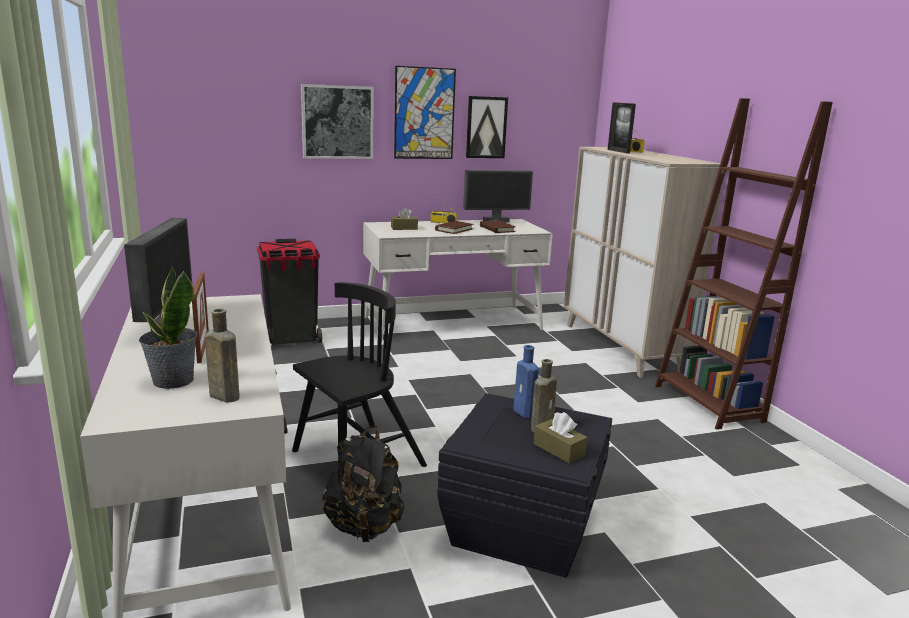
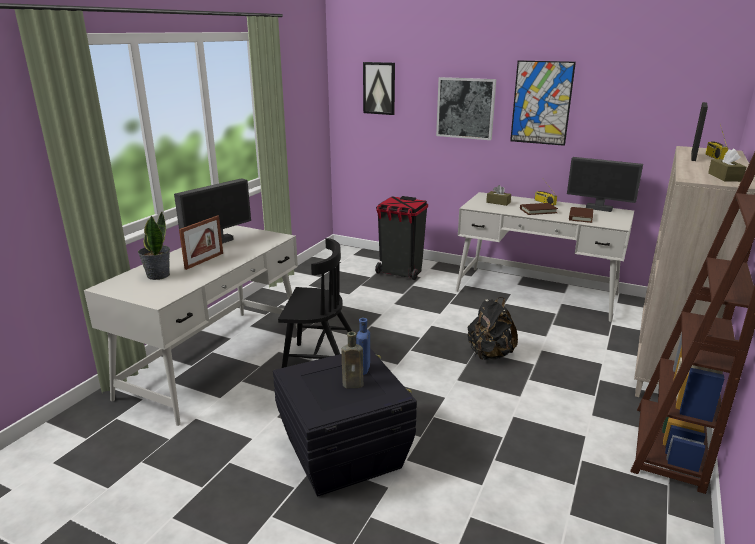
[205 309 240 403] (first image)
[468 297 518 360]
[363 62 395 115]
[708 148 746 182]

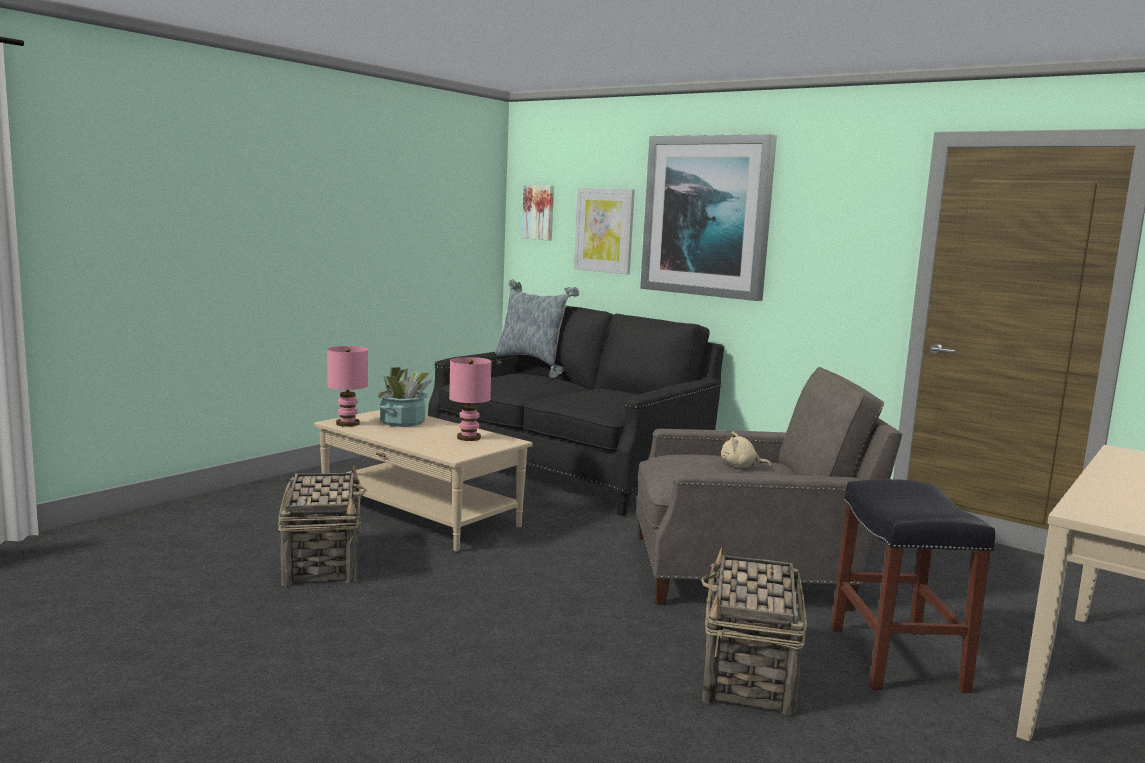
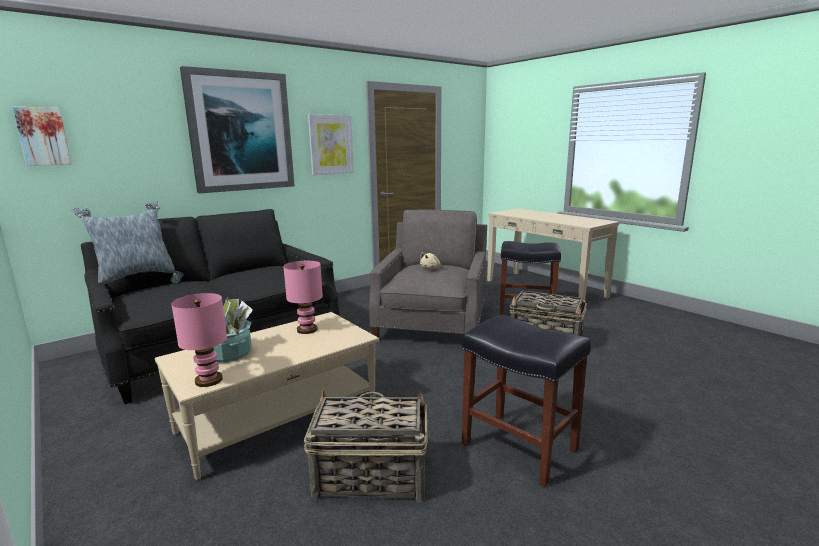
[308 114 354 175]
[462 315 591 487]

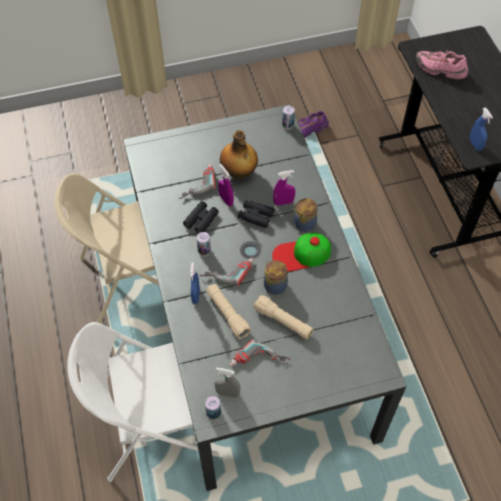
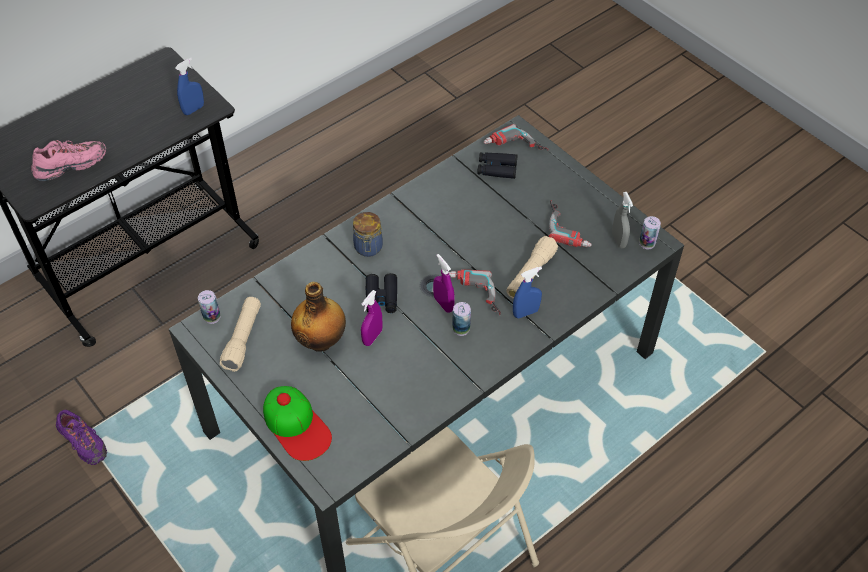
[67 322 218 482] (first image)
[483 124 549 151]
[477 152 518 179]
[220 297 261 372]
[264 260 288 295] (first image)
[263 386 332 461]
[433 254 455 313]
[31 140 106 181]

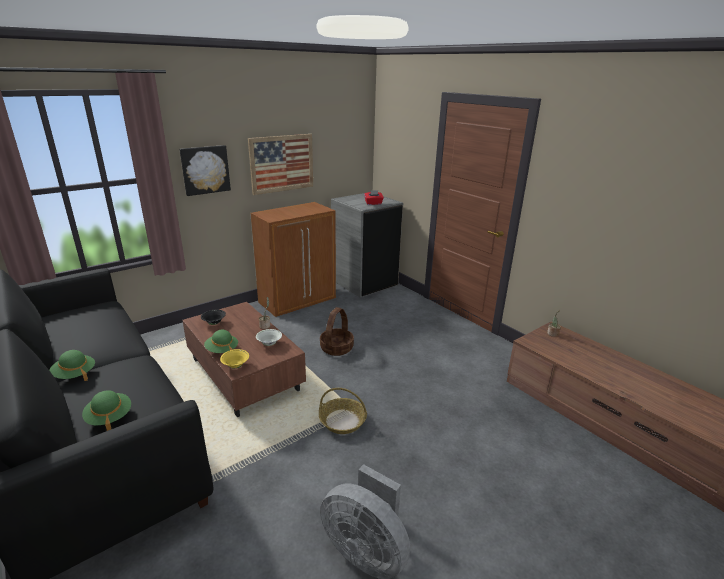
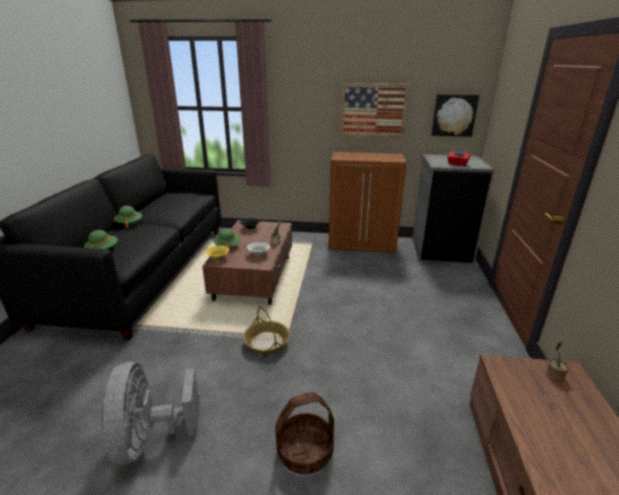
[431 94 479 137]
[275 392 334 474]

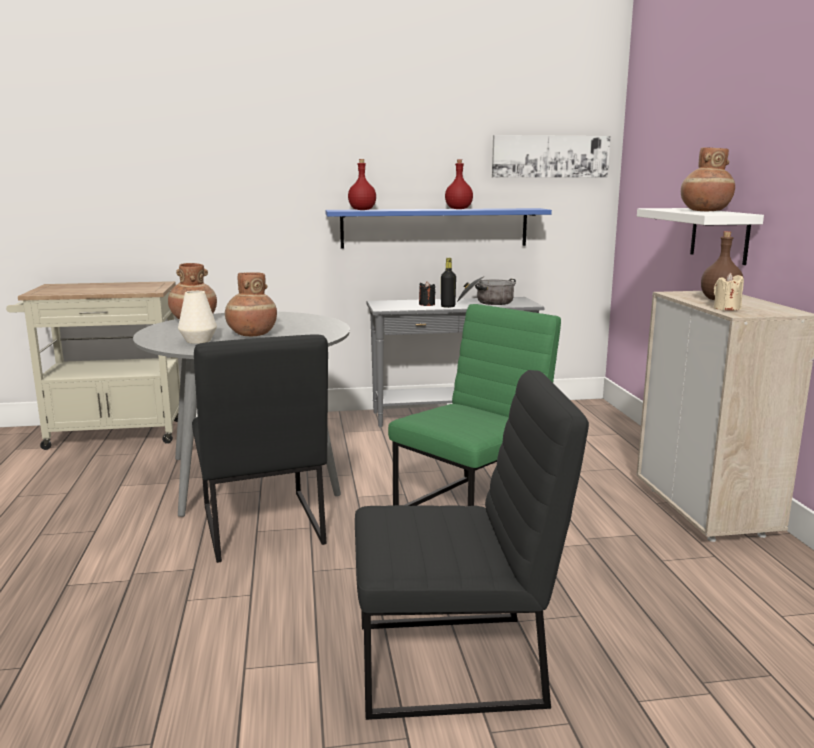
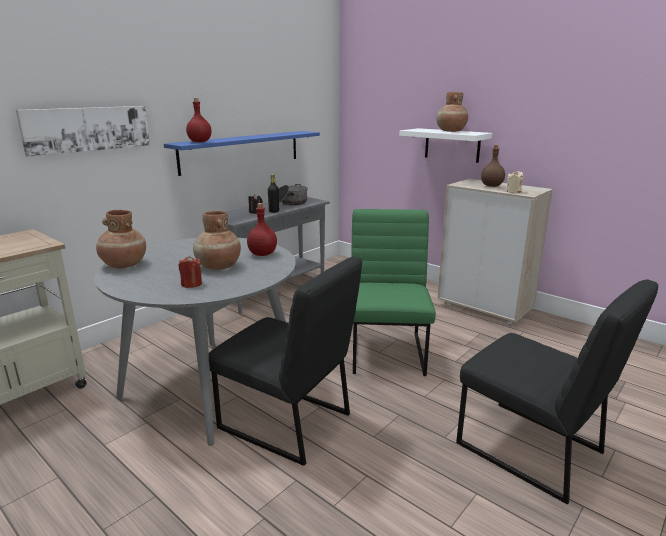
[179 256 202 288]
[456 279 658 504]
[247 203 277 256]
[16 106 150 157]

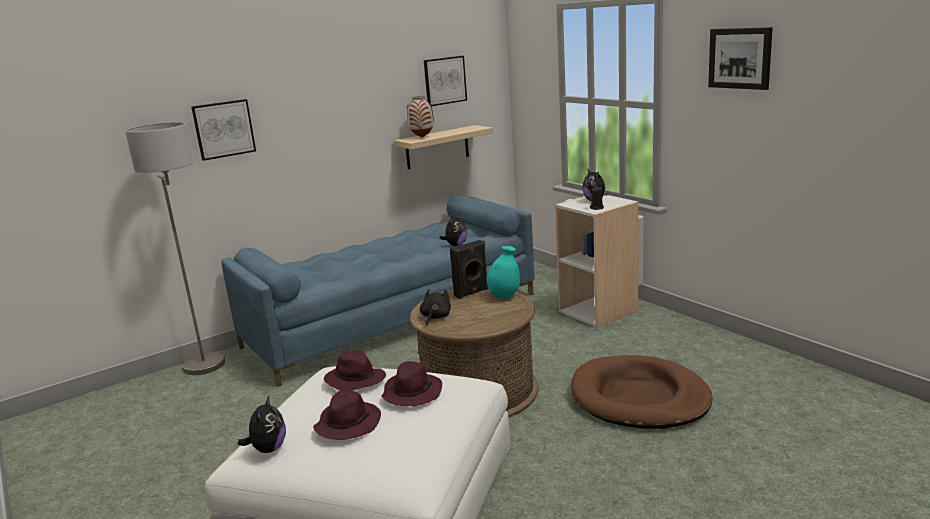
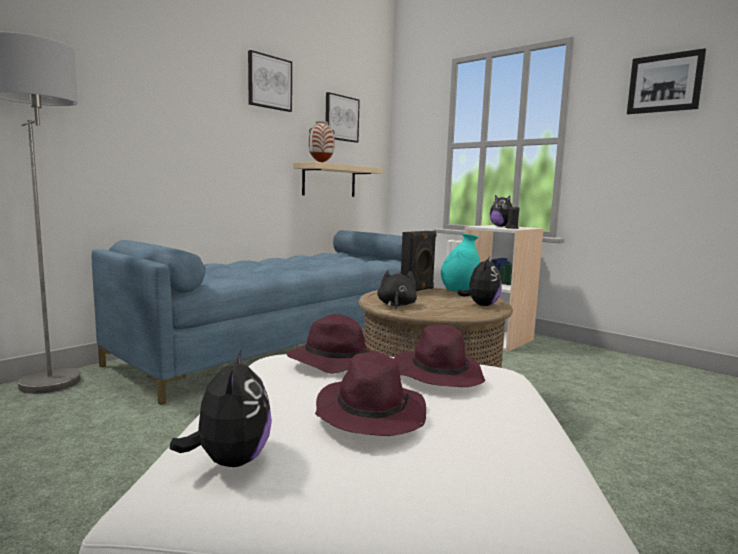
[248 50 292 112]
[457 256 502 306]
[571 355 712 429] (first image)

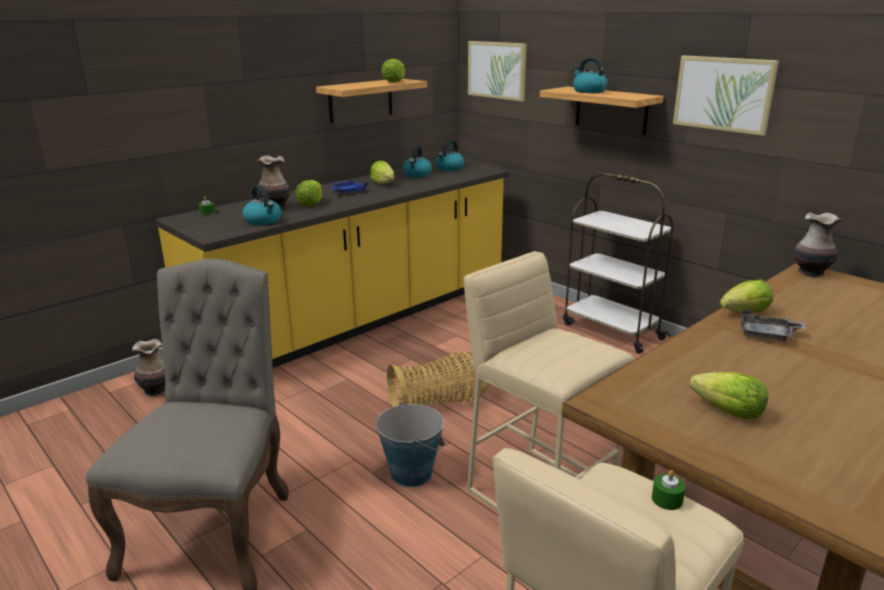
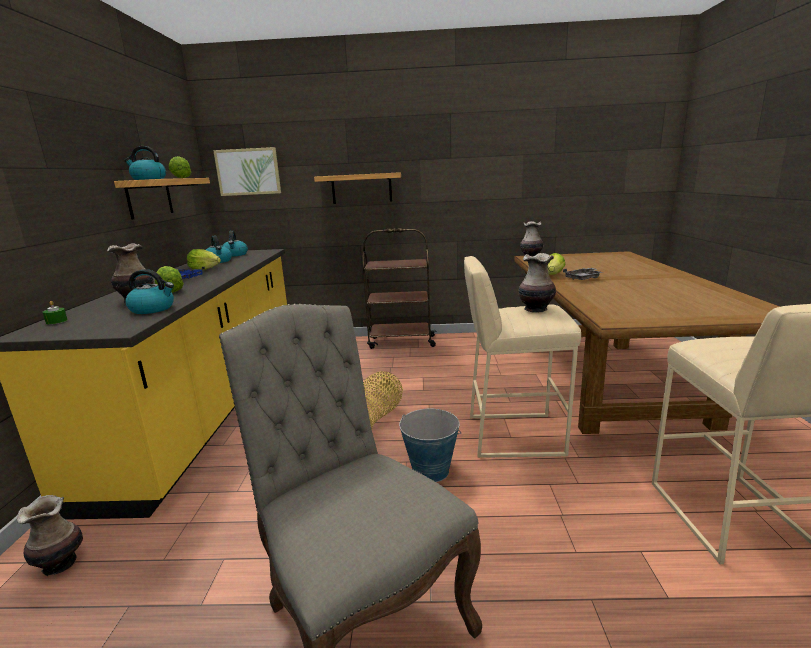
[363 228 437 349]
[124 146 166 180]
[652 470 686 510] (first image)
[673 56 779 136] (first image)
[690 372 768 420] (first image)
[518 253 556 313]

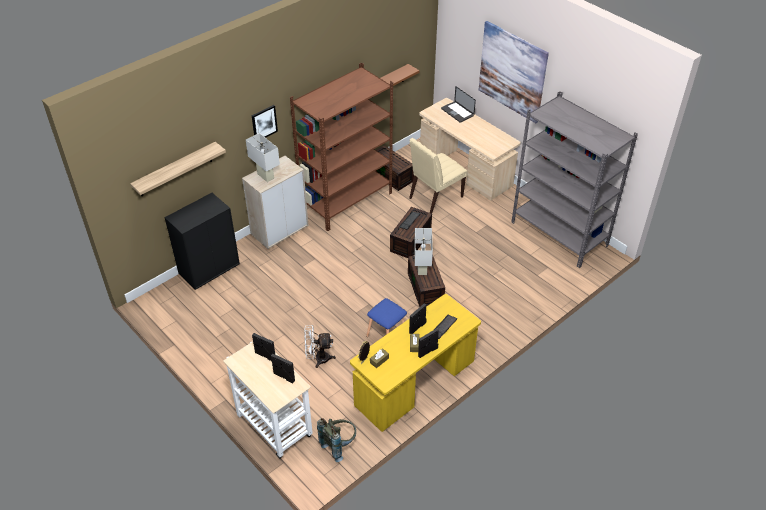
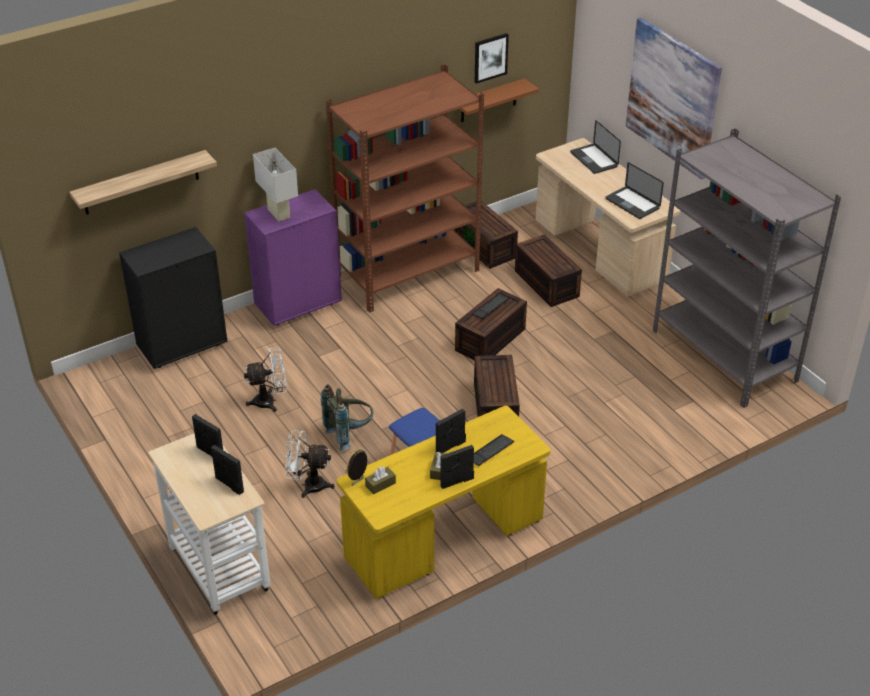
[244 189 342 326]
[475 33 509 84]
[321 385 373 451]
[515 235 582 307]
[414 228 433 275] (first image)
[244 347 287 412]
[605 162 664 219]

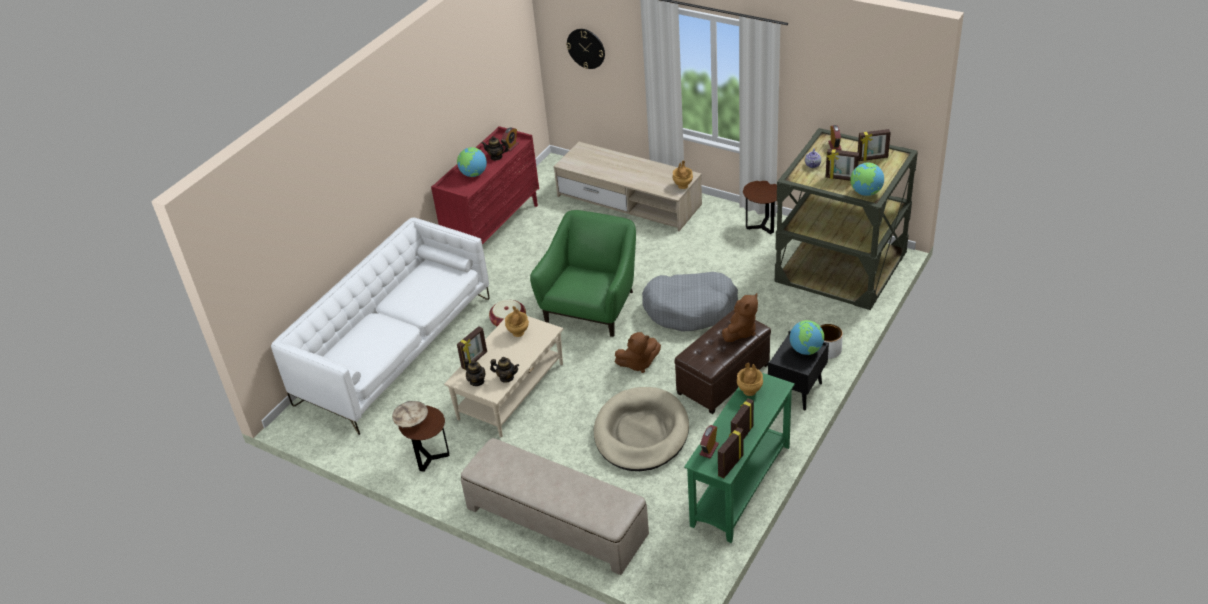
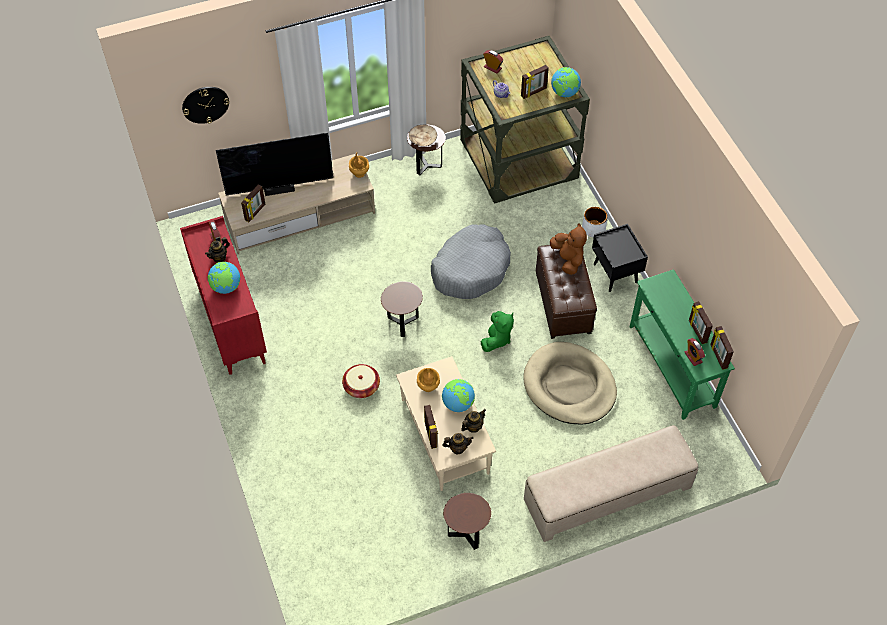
[271 218 489 435] (first image)
[409 125 437 146]
[381 282 423 337]
[481 311 514 352]
[737 363 763 396] (first image)
[442 379 475 412]
[241 184 265 222]
[216 132 333 196]

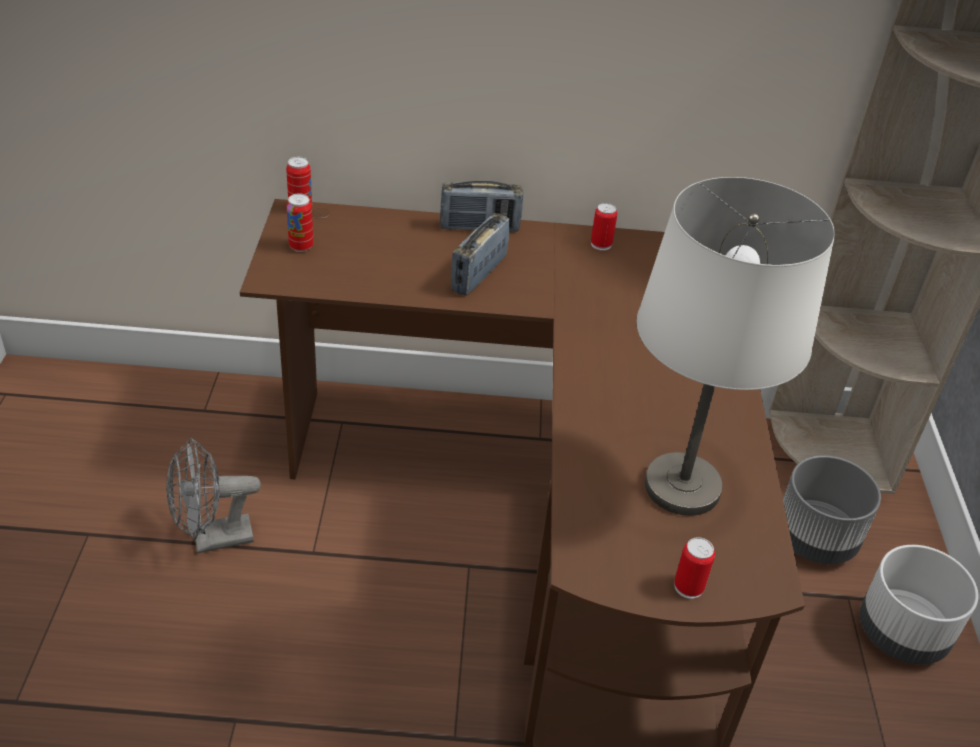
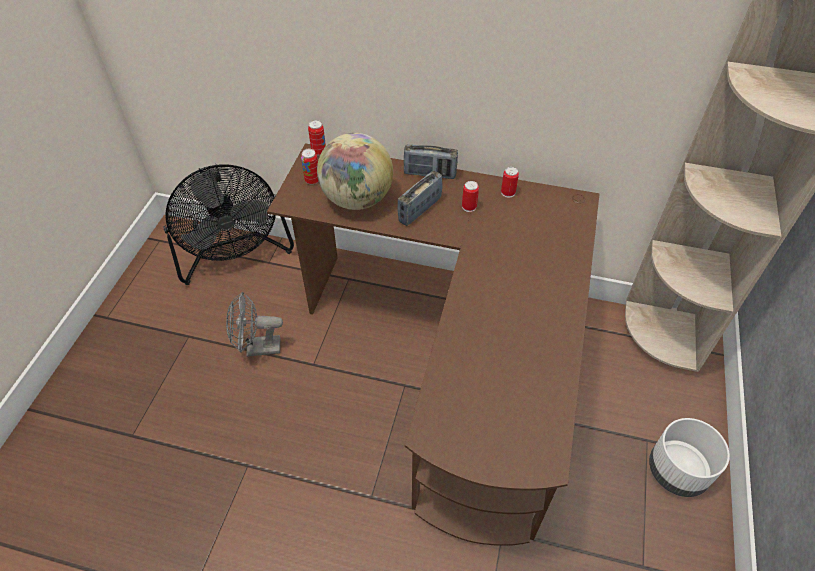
[637 177 835 516] (first image)
[462 181 479 212]
[783 455 881 564] (first image)
[163 164 294 285]
[317 133 393 210]

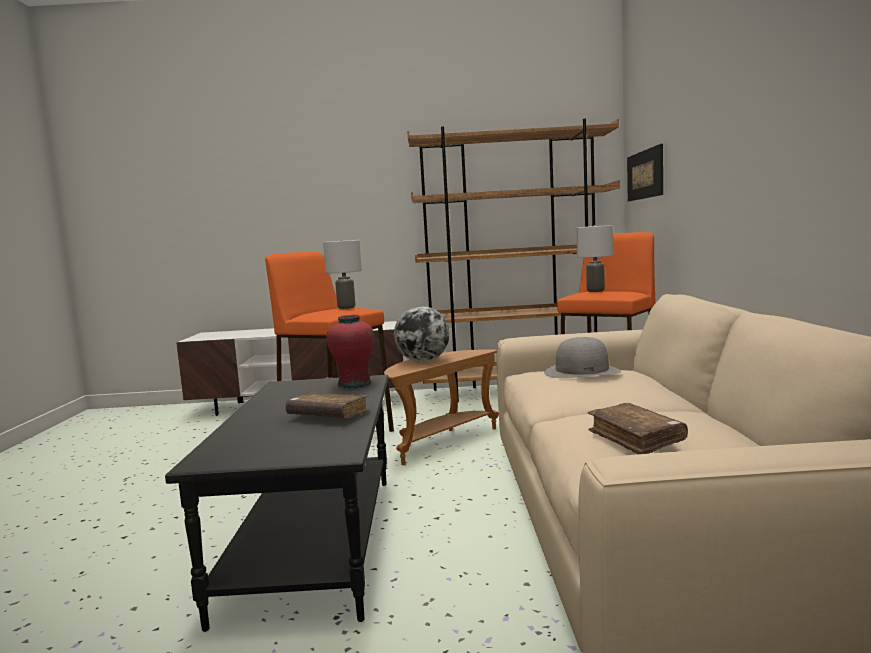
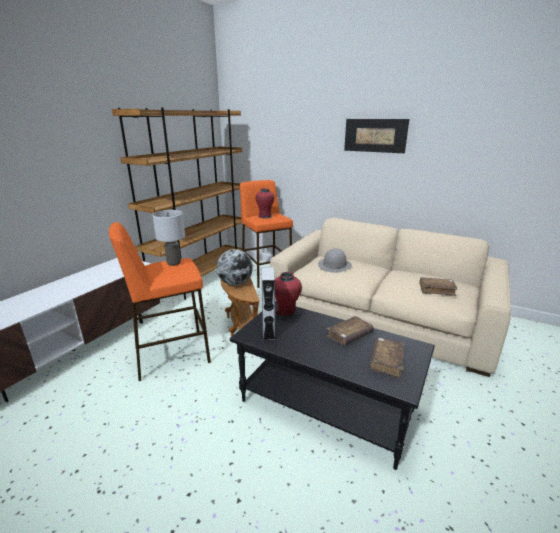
[256 188 274 218]
[344 119 409 153]
[261 267 276 340]
[370 337 404 379]

